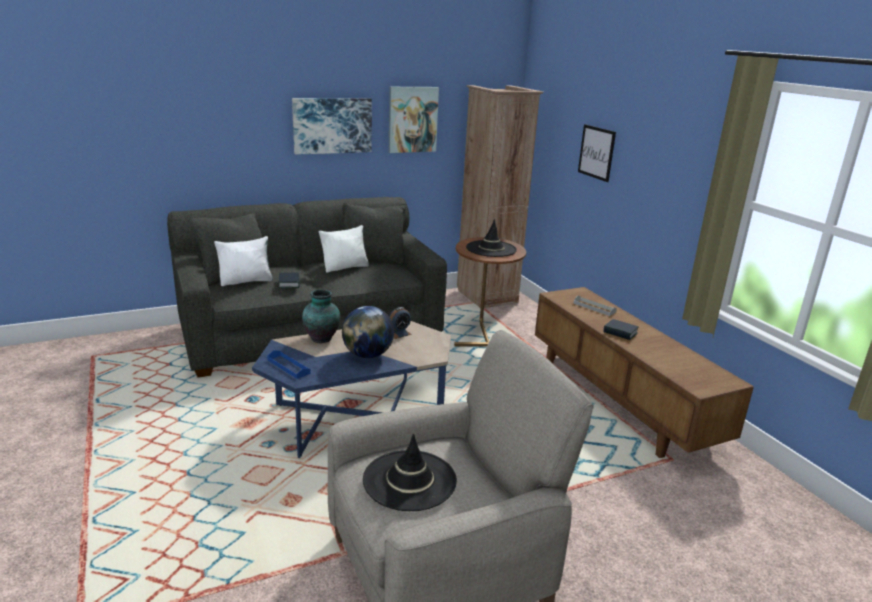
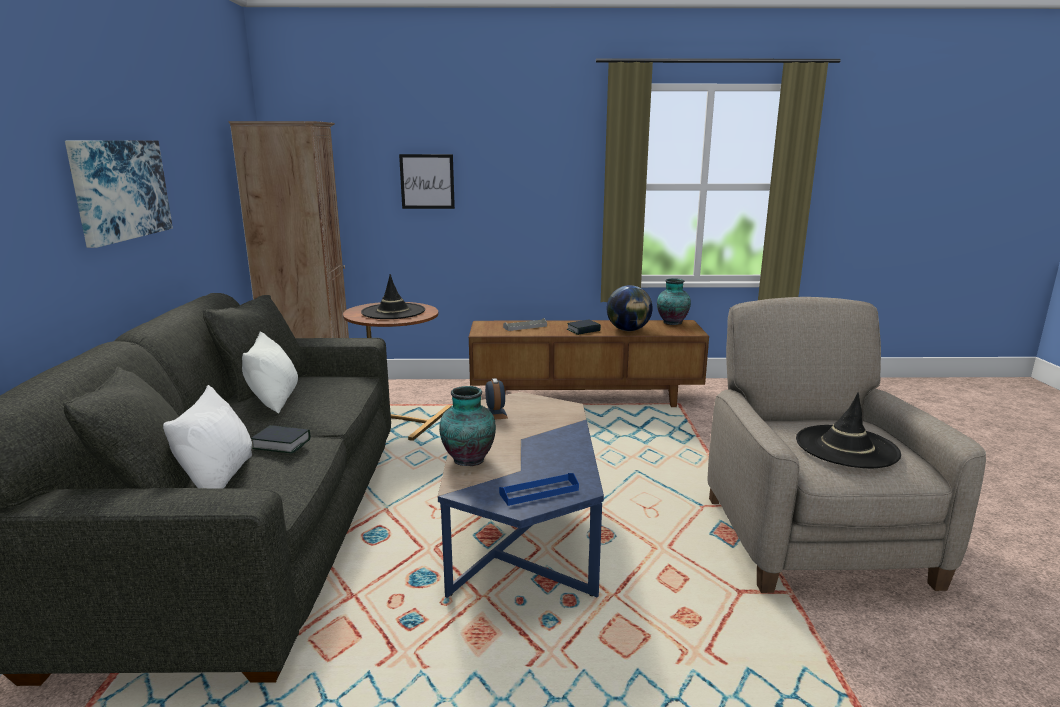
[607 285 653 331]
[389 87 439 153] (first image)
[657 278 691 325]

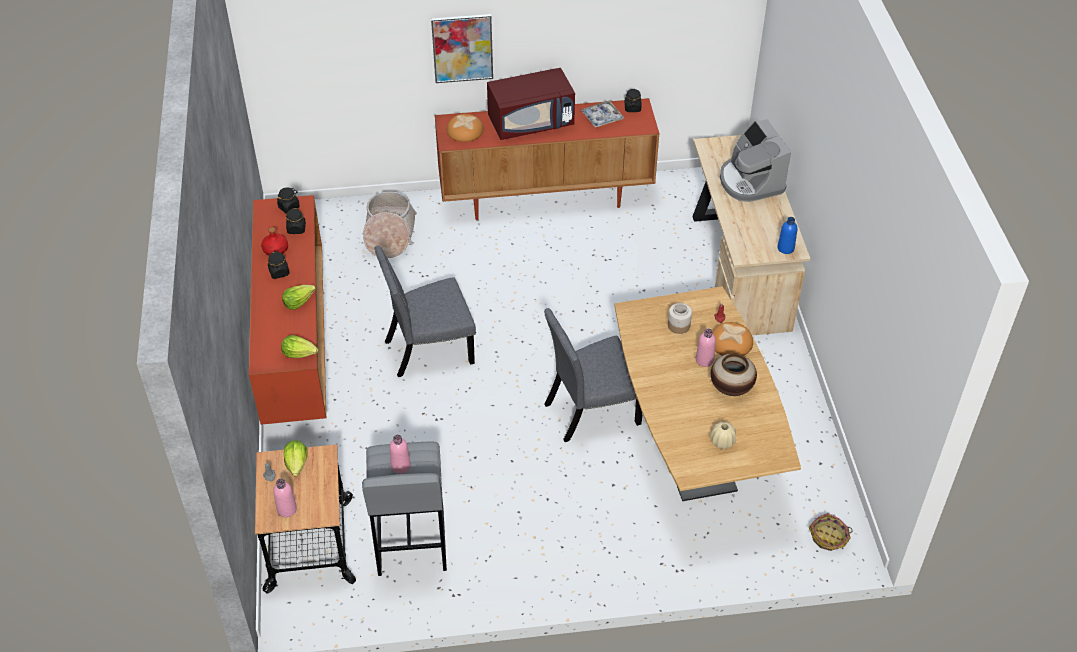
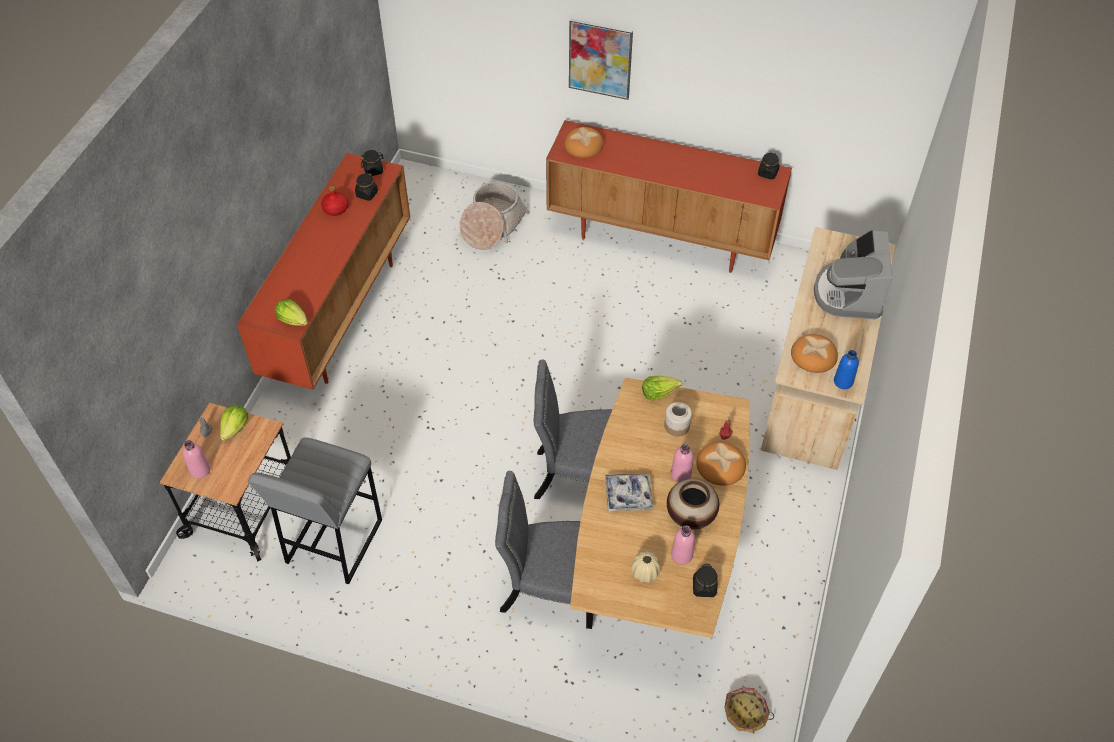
[693 563 718 597]
[642 376 682 400]
[495 471 593 629]
[671 526 695 565]
[487 68 575 140] (first image)
[605 473 654 511]
[791 334 838 373]

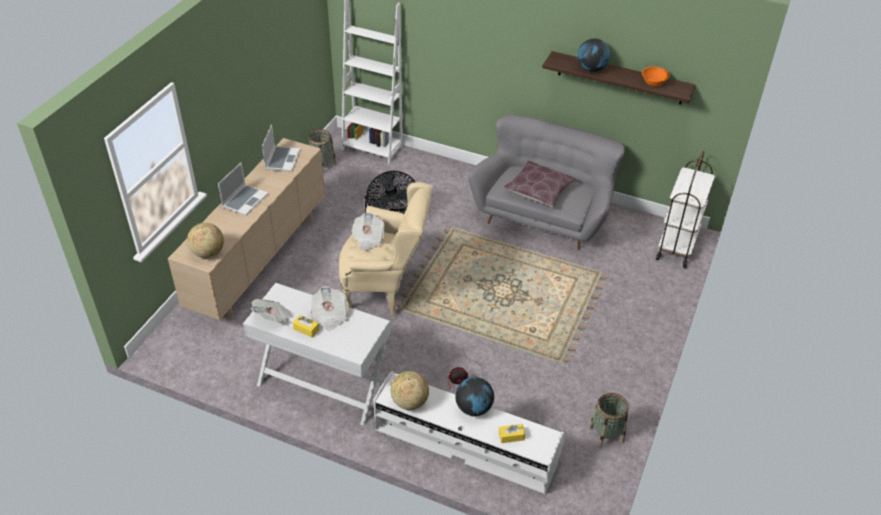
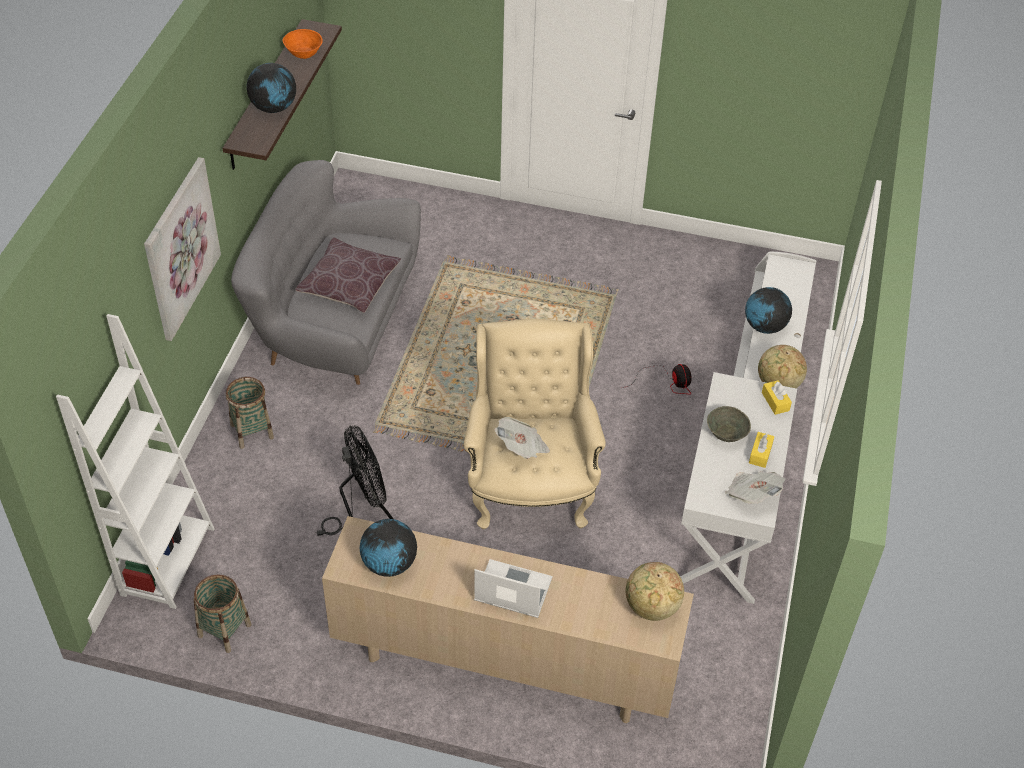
[360 519 417 577]
[707 406 751 442]
[762 380 792 415]
[226 377 274 449]
[656 151 715 268] (first image)
[144 157 221 341]

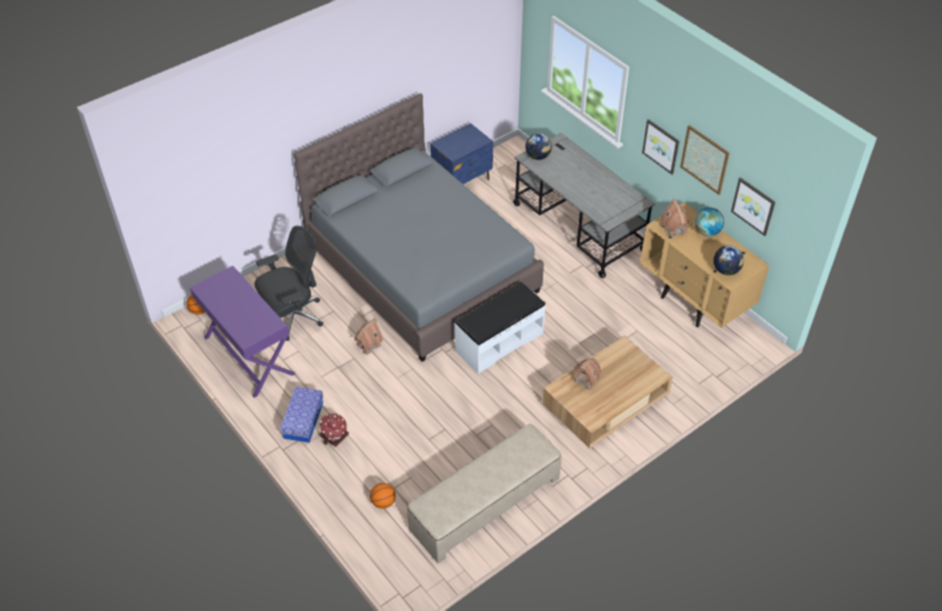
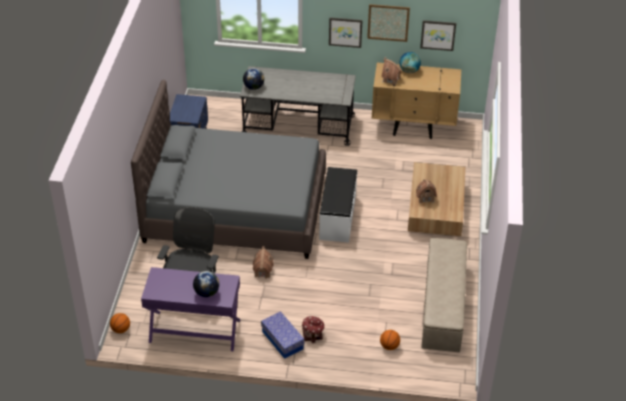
[193 271 219 297]

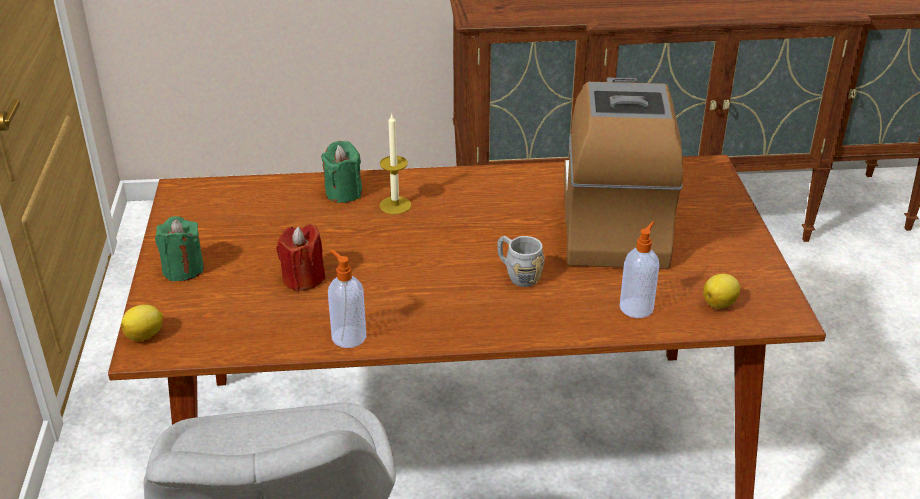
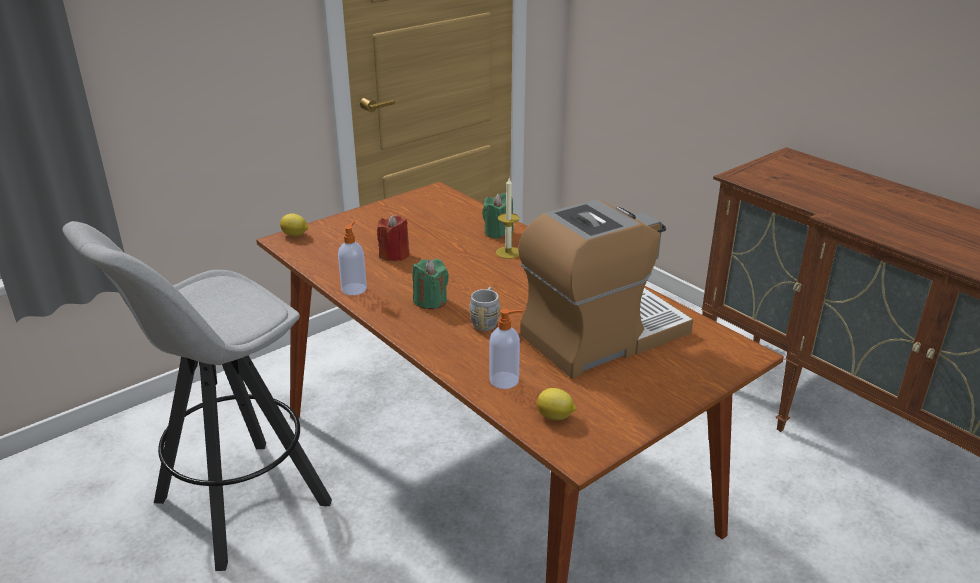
[412 259 449 309]

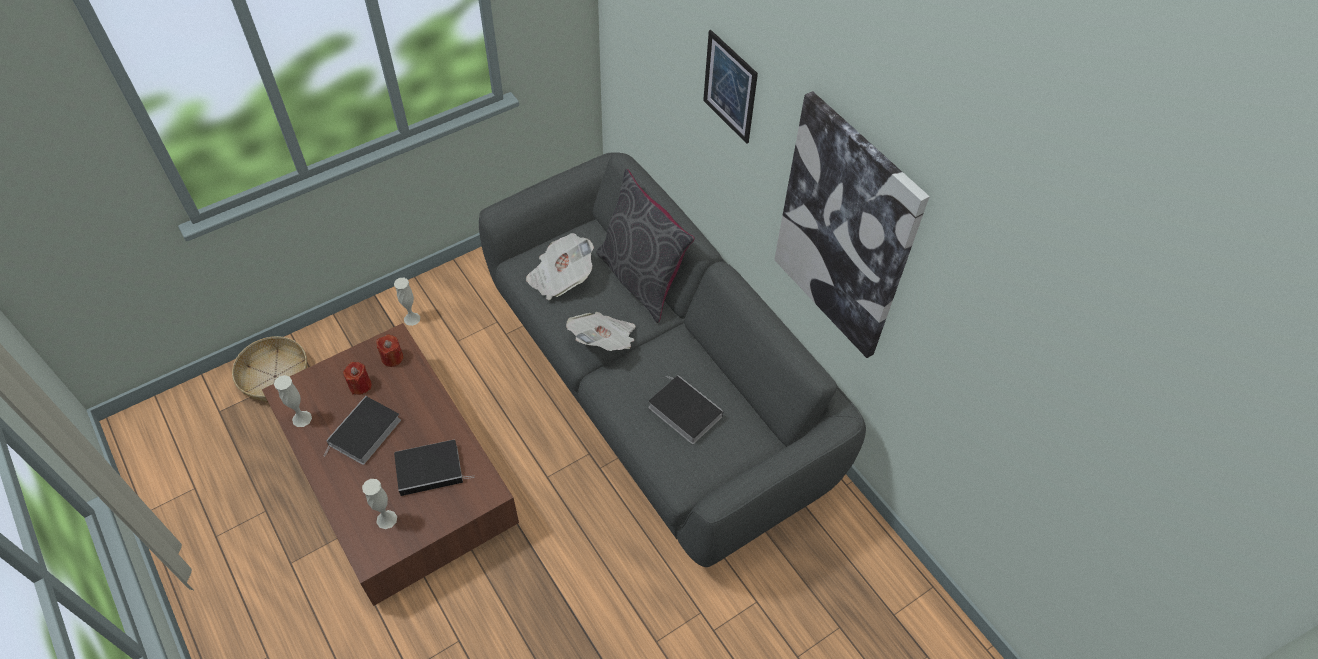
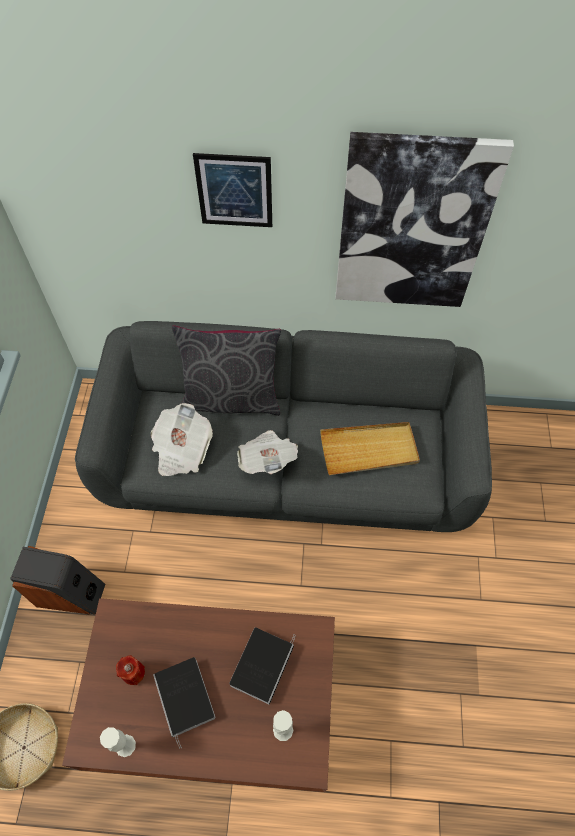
[376 334 403 367] (first image)
[10 546 105 615]
[320 422 420 475]

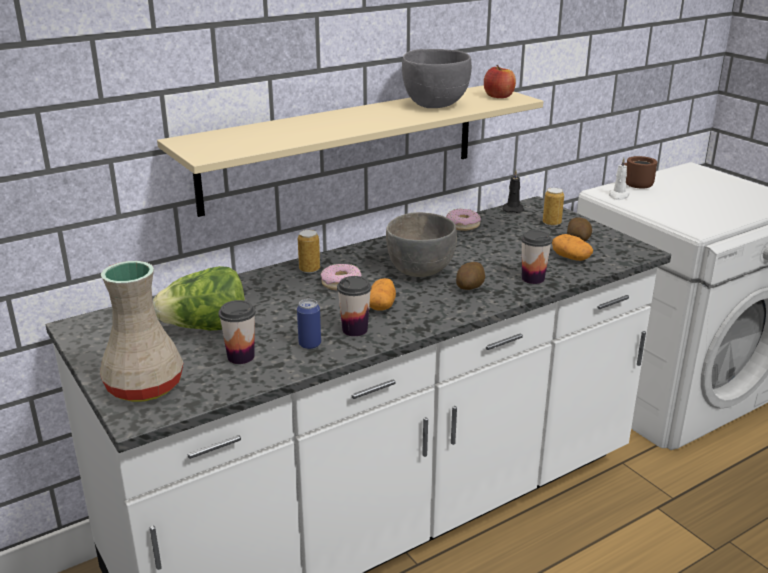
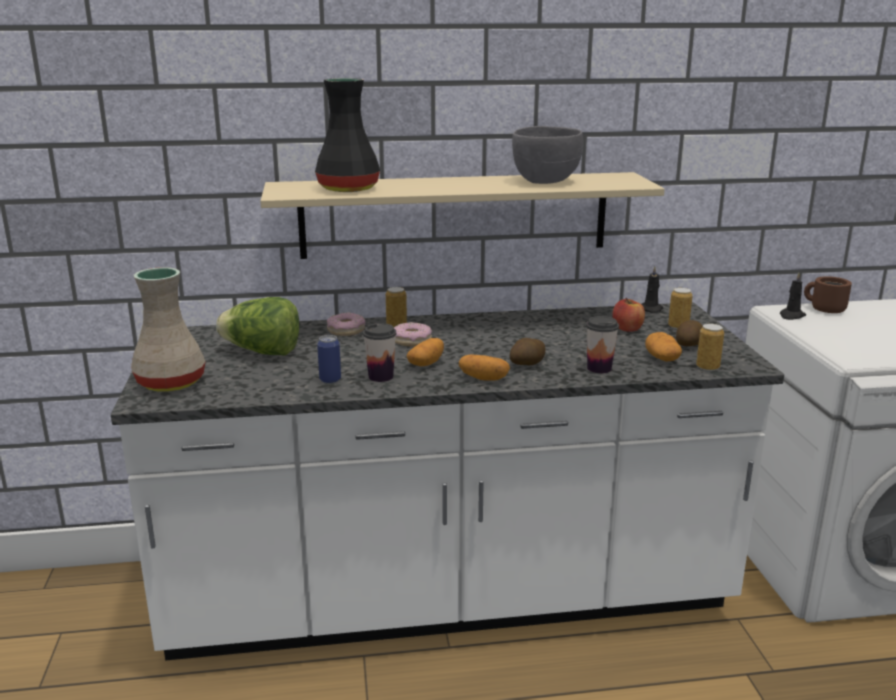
[219 300 256 364] (first image)
[386 212 457 277] (first image)
[327 312 366 336]
[613 298 645 332]
[780 273 806 320]
[315 78 380 192]
[459 355 510 381]
[696 324 724 371]

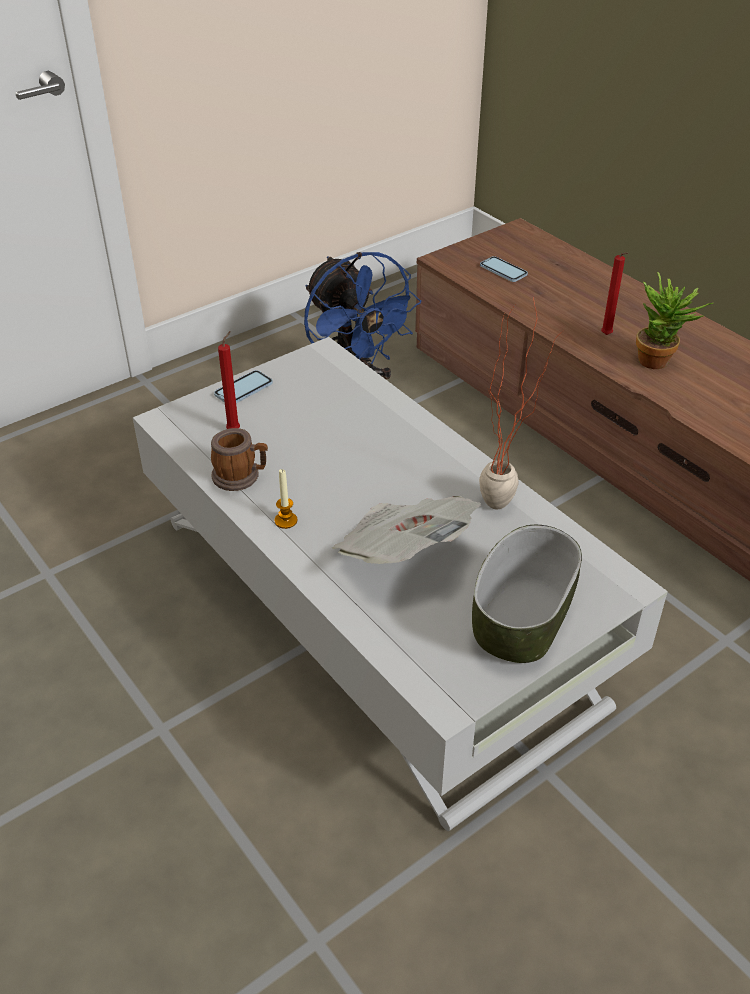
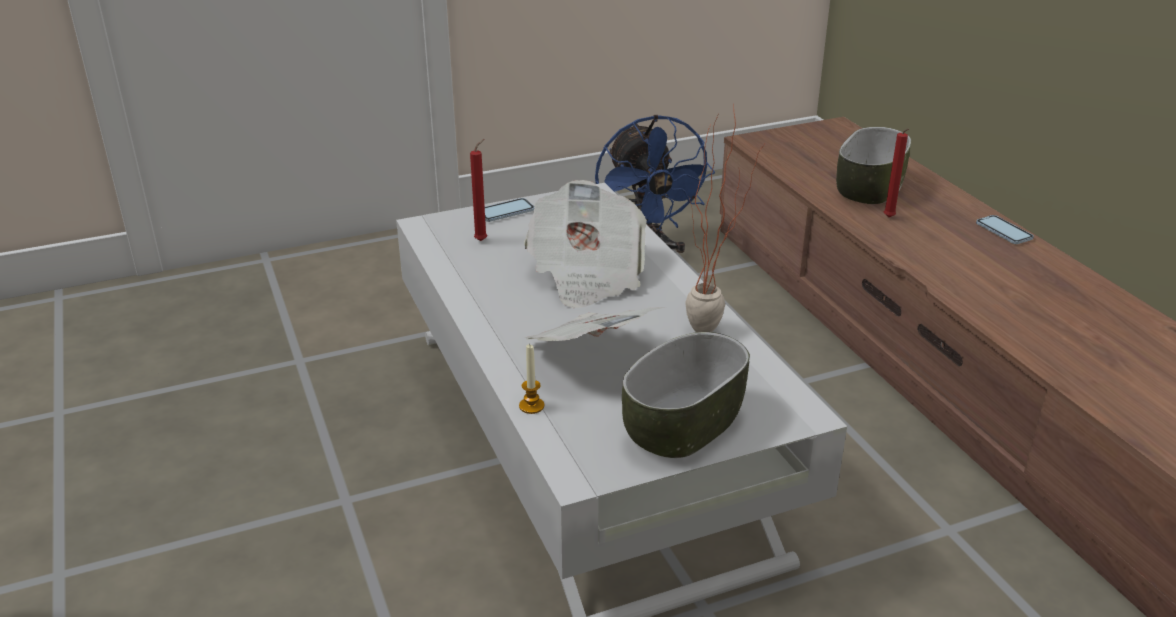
[211 428 268 491] (first image)
[519 344 544 414]
[976 215 1034 244]
[636 272 714 369] (first image)
[524 180 647 308]
[836 127 911 204]

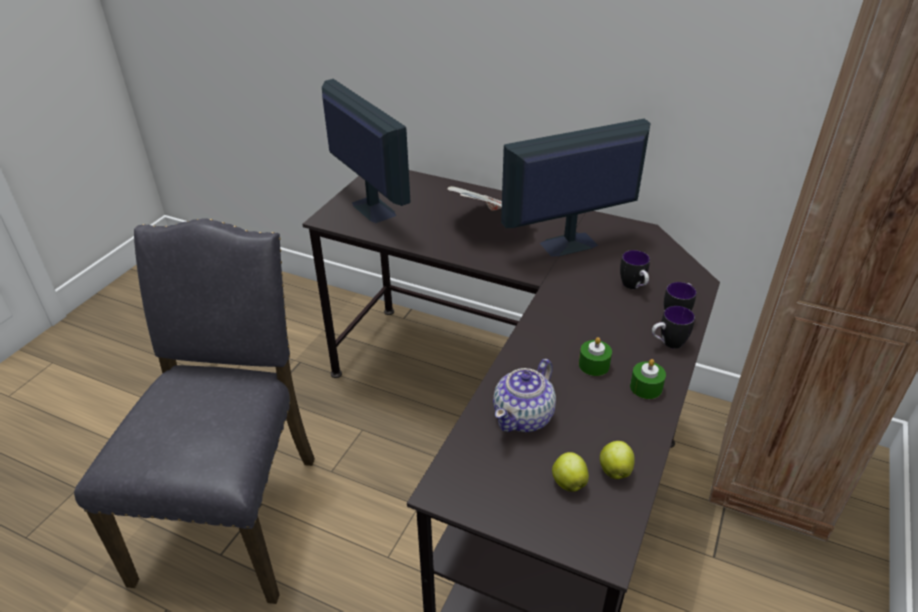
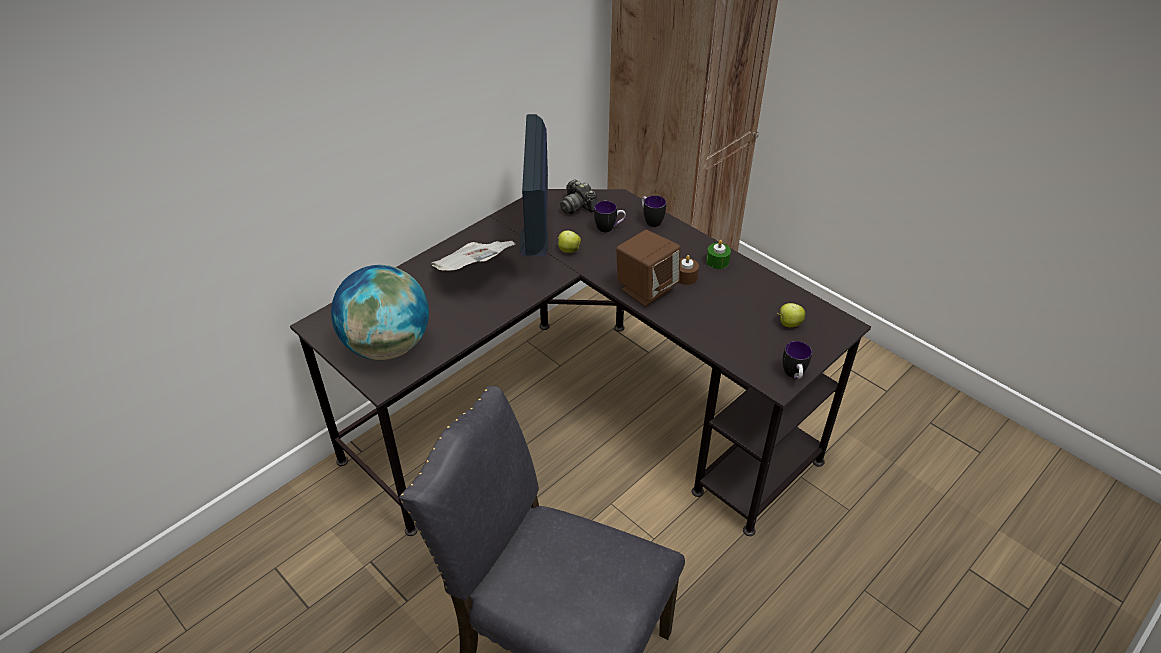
[331 265 429 360]
[493 359 556 432] (first image)
[678 255 699 285]
[558 230 581 253]
[783 341 812 378]
[560 180 597 214]
[616 230 680 306]

